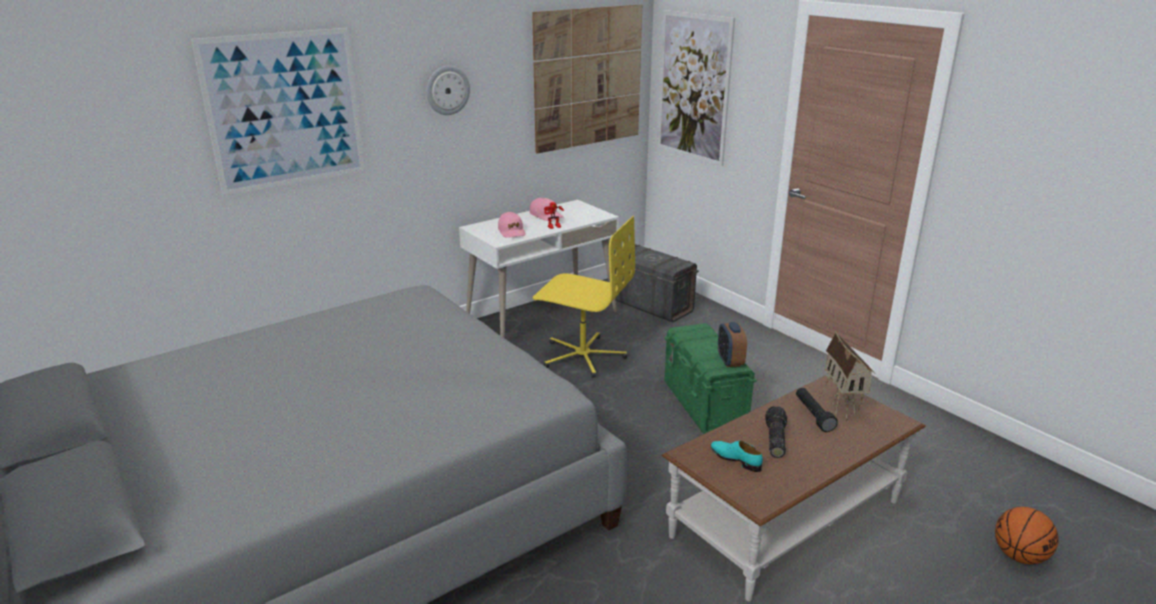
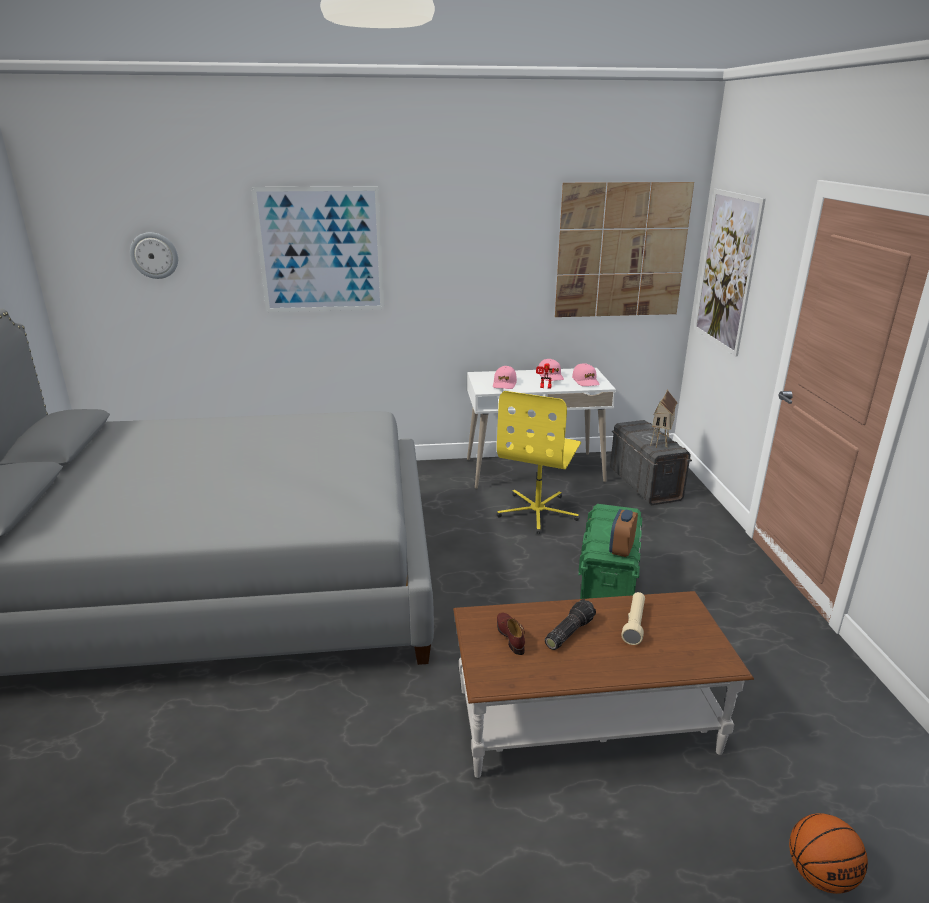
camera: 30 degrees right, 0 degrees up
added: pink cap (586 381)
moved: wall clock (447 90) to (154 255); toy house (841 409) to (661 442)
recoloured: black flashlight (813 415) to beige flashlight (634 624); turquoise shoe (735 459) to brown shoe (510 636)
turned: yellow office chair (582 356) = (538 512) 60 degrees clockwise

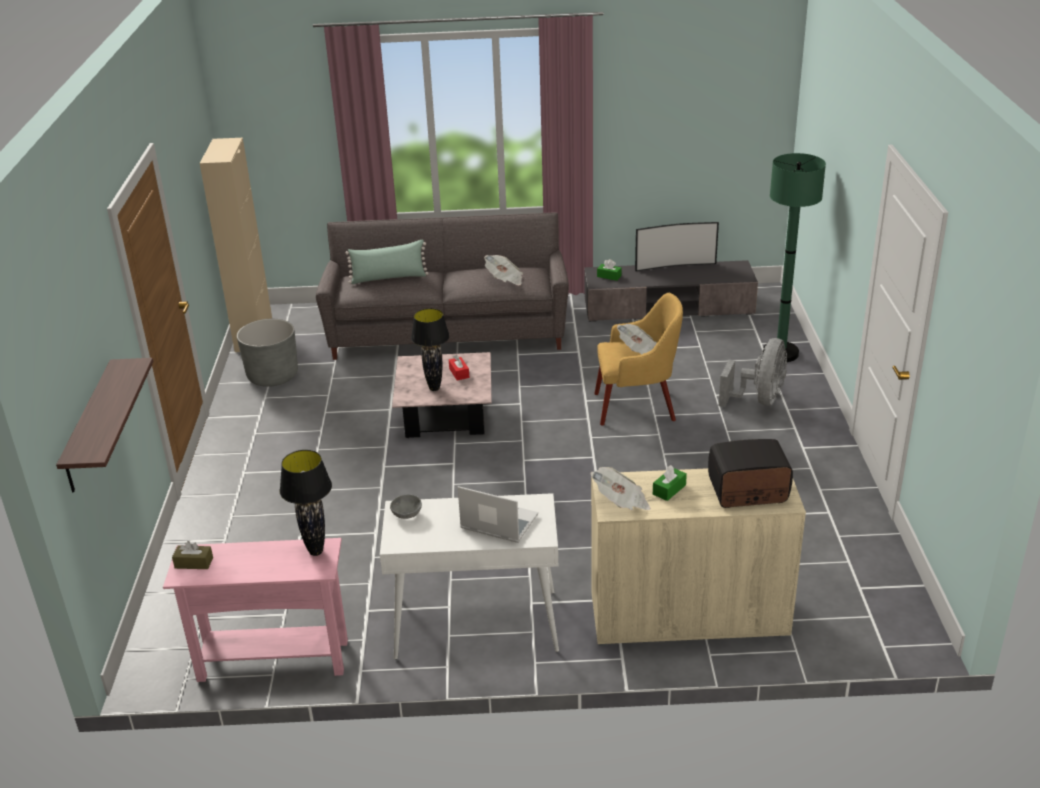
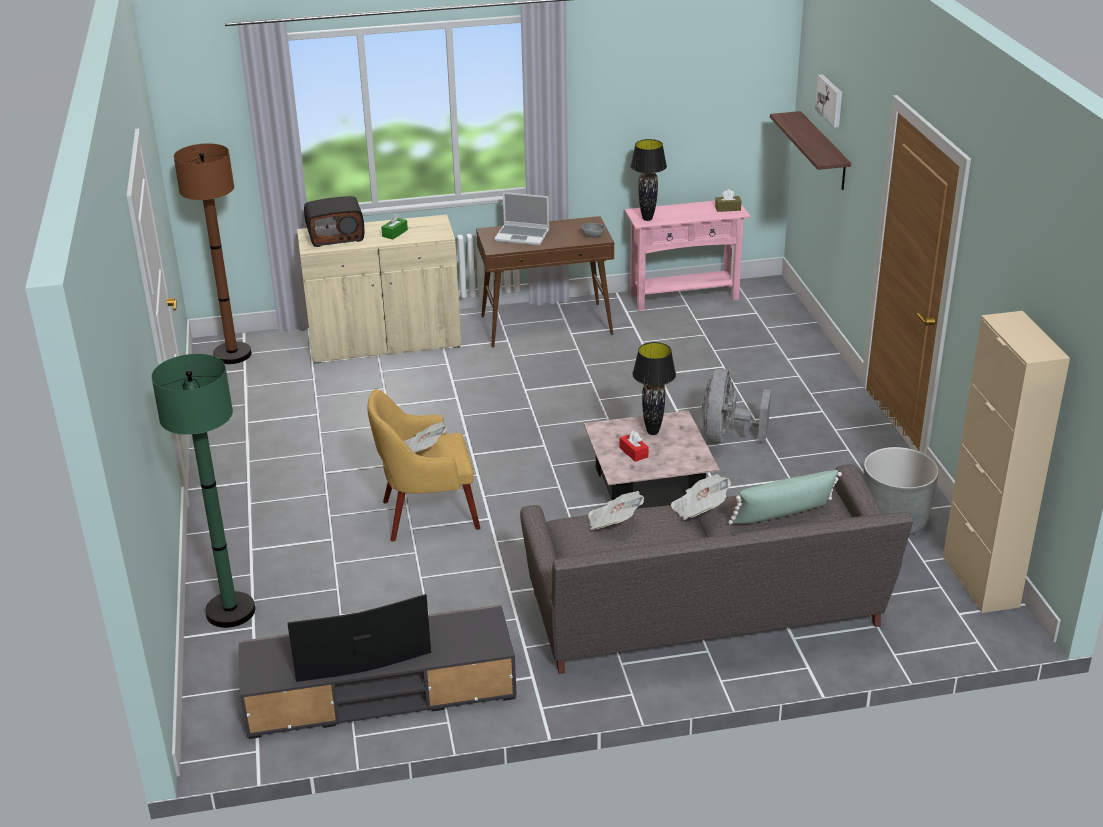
camera: 170 degrees right, 0 degrees up
removed: green tissue box (609 276)
added: picture (830 100); brown floor lamp (232 354)
moved: grey fan (759 400) to (727 437); newspaper (621 502) to (699 509)
recoloured: white console table (475 625) to brown console table (547 325)

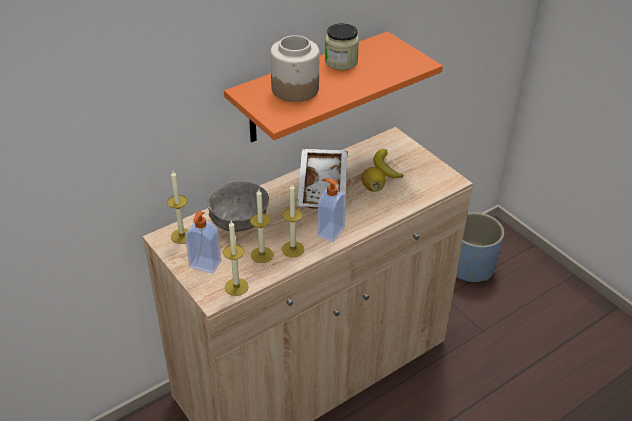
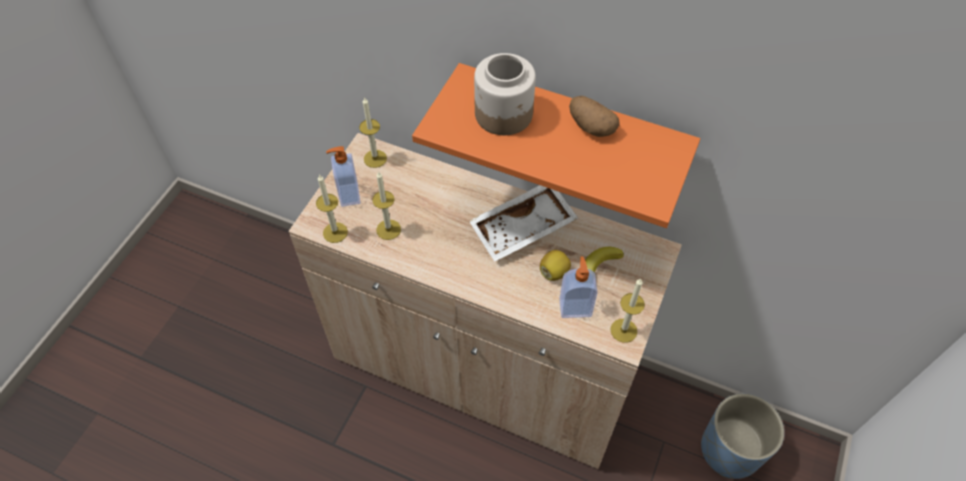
camera: 60 degrees right, 15 degrees up
removed: grey bowl (238 222)
moved: soap dispenser (330 232) to (575 307); candle (293 249) to (623 330)
replaced: jar (341 62) to potato (590 126)

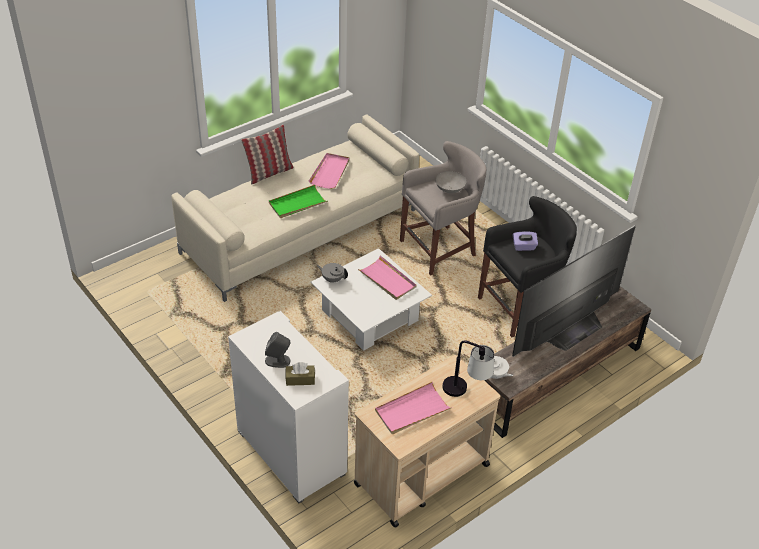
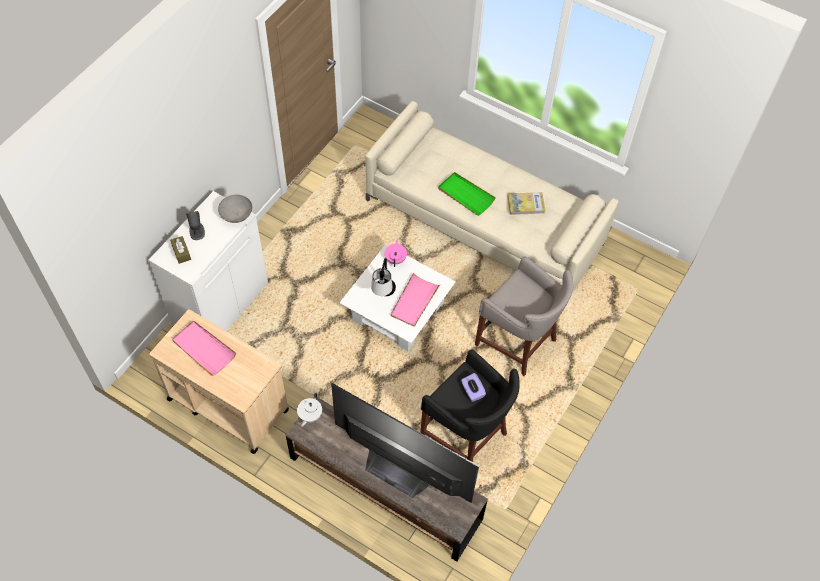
camera: 70 degrees right, 15 degrees up
removed: pillow (269 173)
moved: grey bowl (449 189) to (237 215); table lamp (465 392) to (384 296)
replaced: pink tray (330 172) to book (526 204)
recoloured: grey teapot (332 279) to pink teapot (395 259)

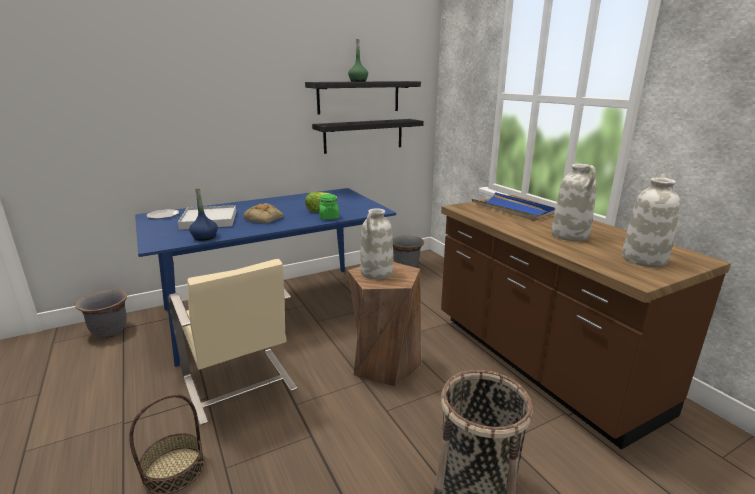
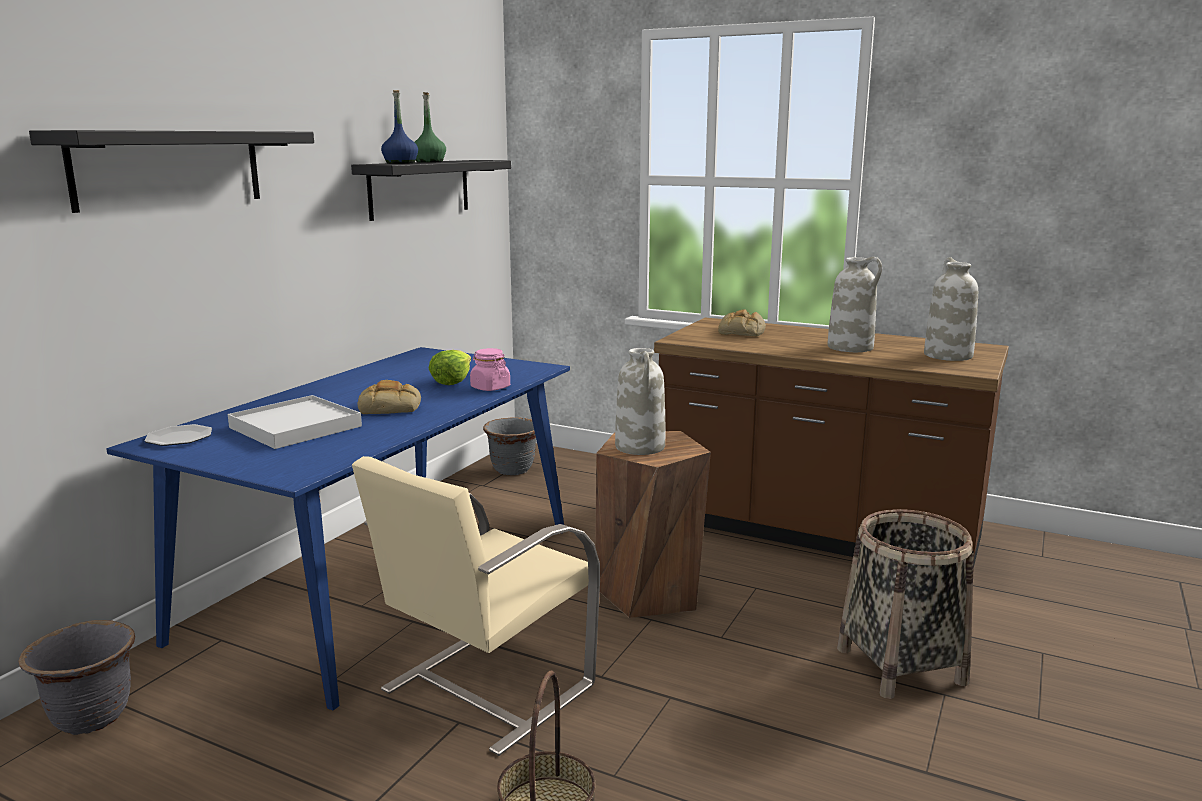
camera: 35 degrees left, 5 degrees down
moved: black shelf (363 135) to (170 168); blue bottle (205 237) to (400 163)
replaced: blue tray (513 209) to bread (742 332)
recoloured: green jar (329 217) to pink jar (490 388)
turned: beige chair (239 385) = (484 688) 105 degrees clockwise

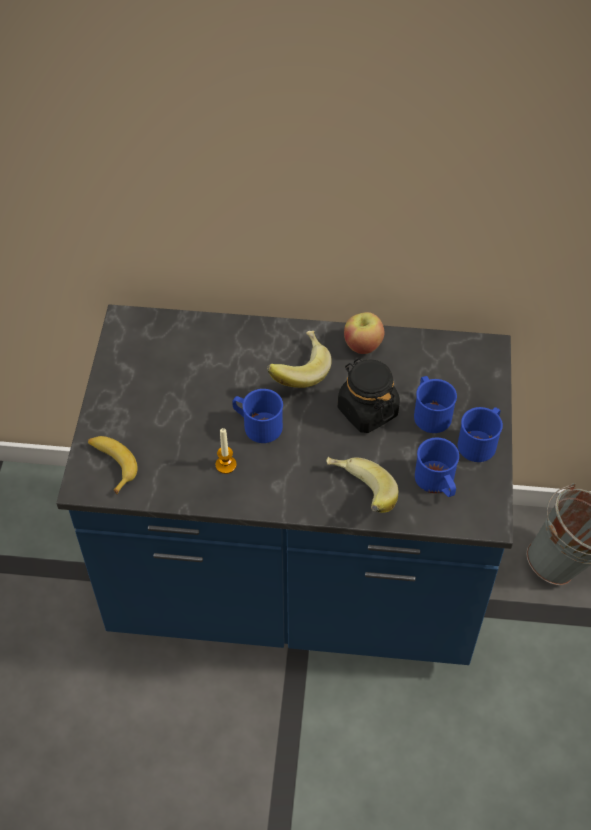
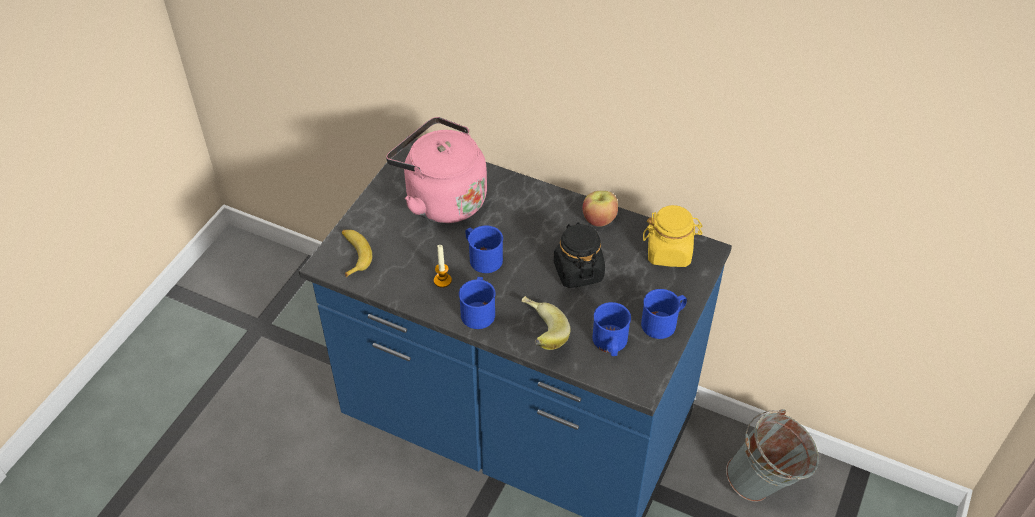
camera: 20 degrees right, 5 degrees down
removed: banana (297 371)
added: pink kettle (441 199); yellow jar (669 252)
moved: blue mug (430 412) to (478 310)

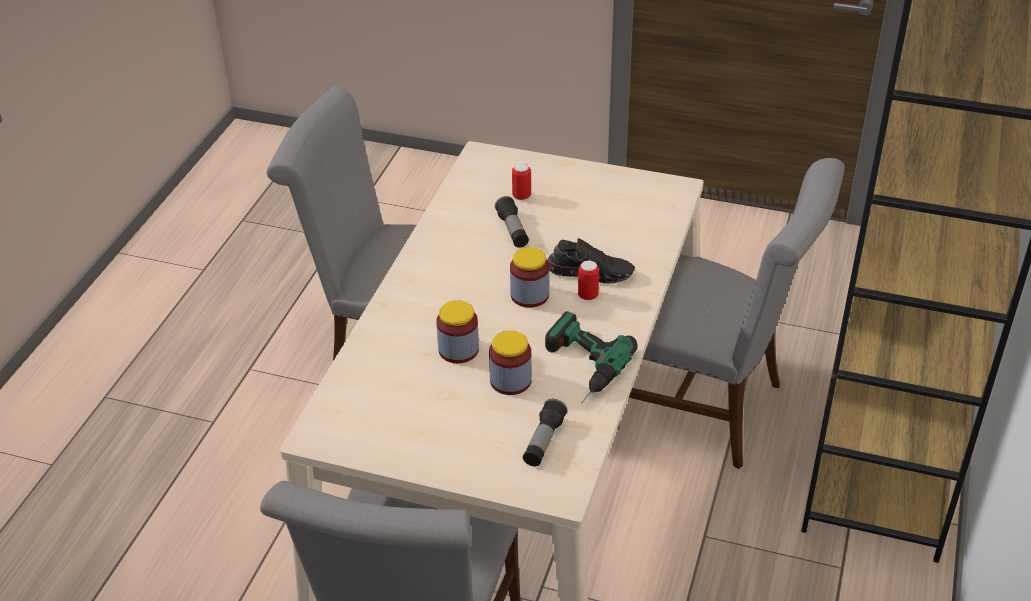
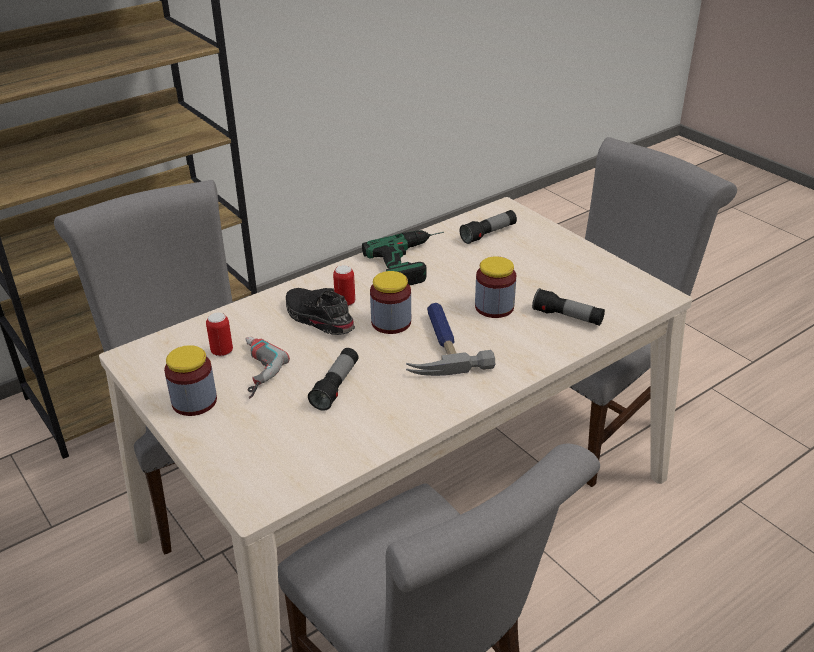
camera: 145 degrees left, 5 degrees down
added: flashlight (567 317); hammer (440 344); power drill (251 371)
moved: can (521 196) to (222 351); jar (510 381) to (194 401)

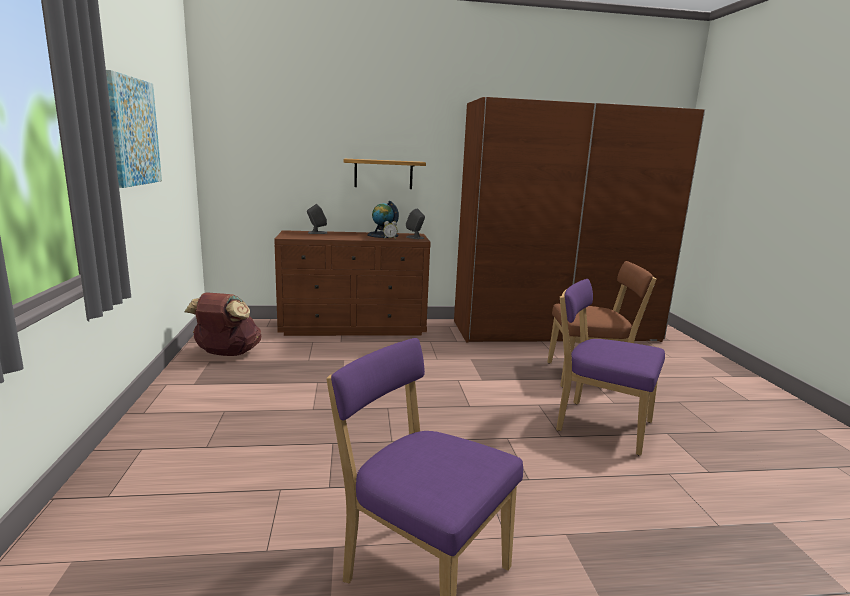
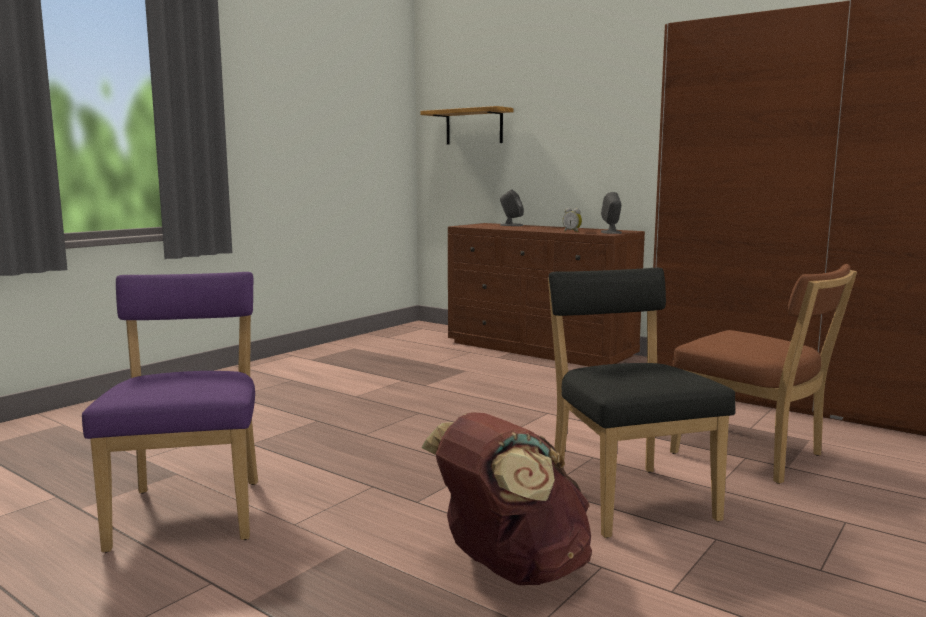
camera: 45 degrees right, 5 degrees down
removed: picture (132 131); globe (382 235)
moved: shelf (383 174) to (474 127); brown backpack (227 354) to (510 569)
recoloured: purple chair (599 425) to black chair (627 497)

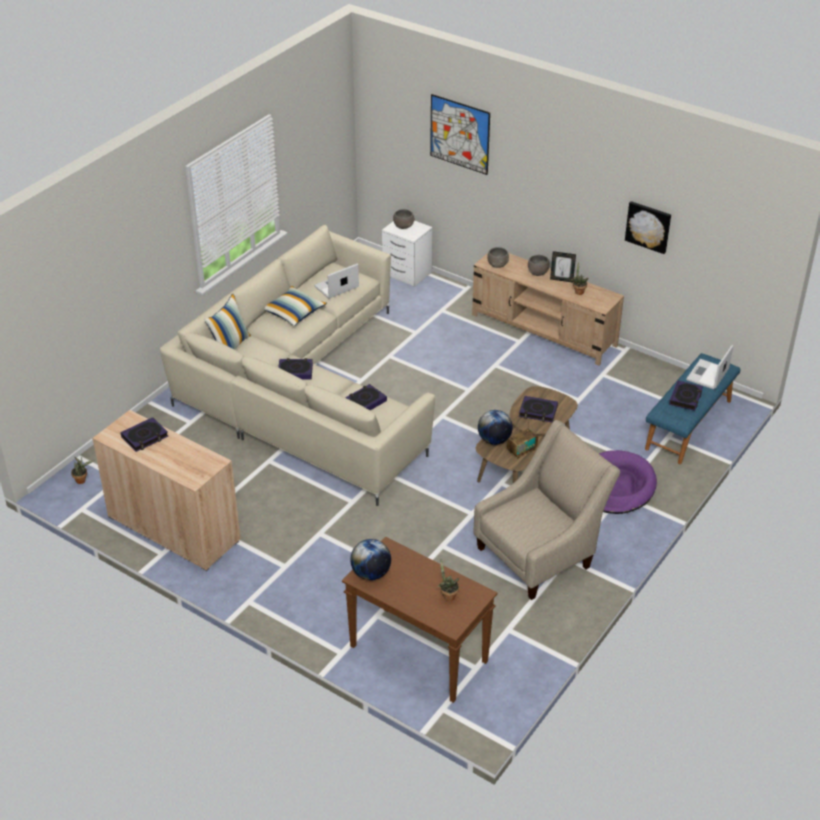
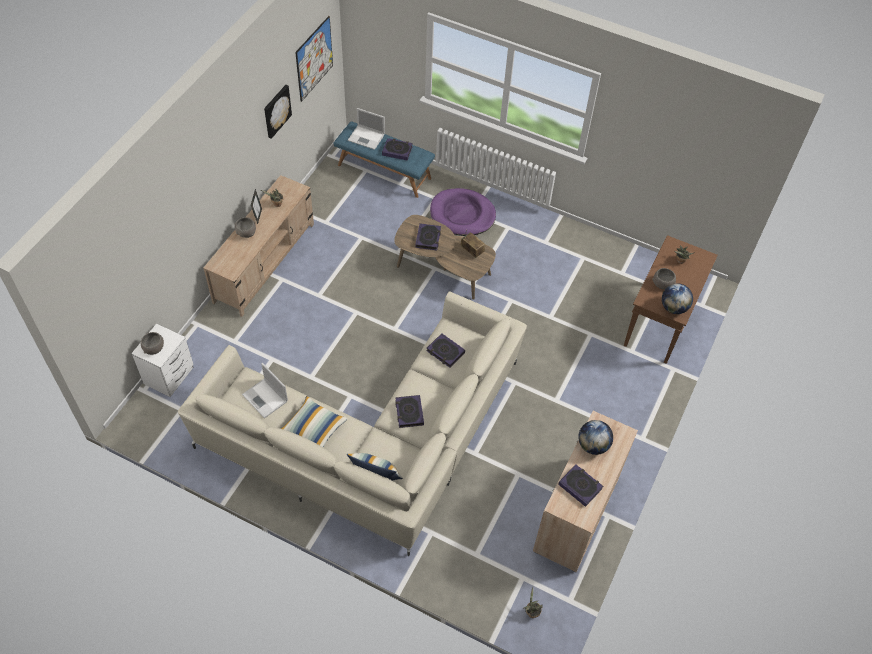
camera: 100 degrees left, 15 degrees up
removed: beige armchair (540 554)
moved: picture (459 134) to (314 59); grey bowl (498 264) to (662 284); globe (494 440) to (593 445)

